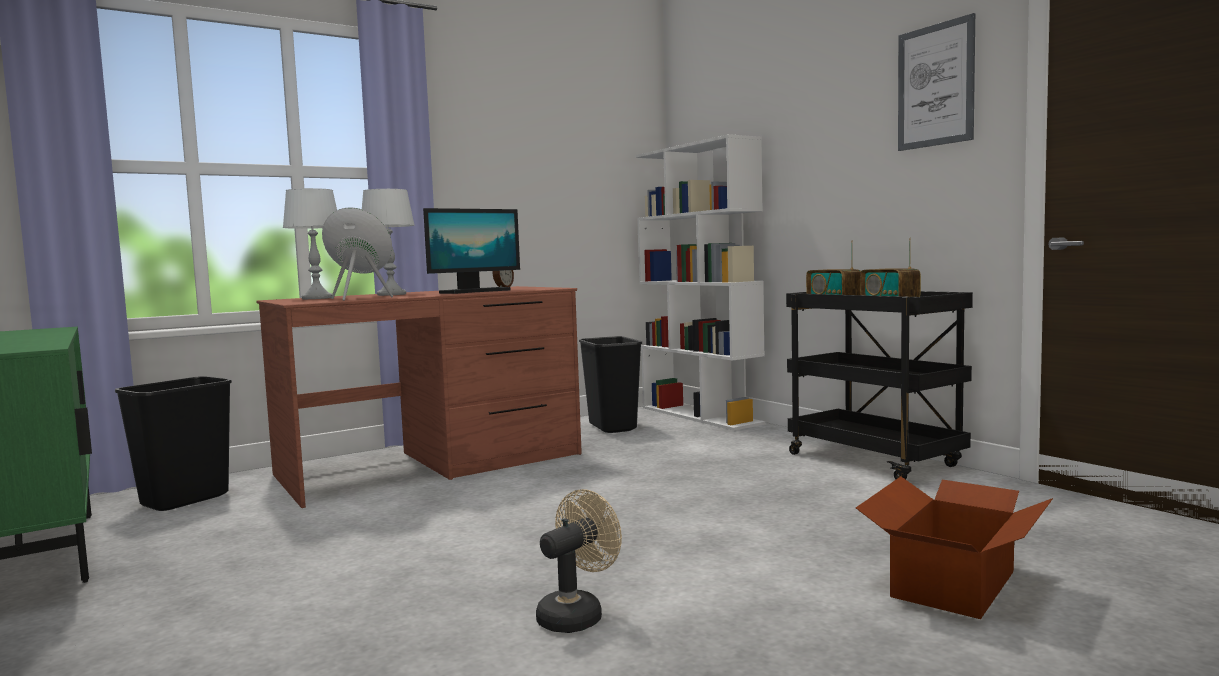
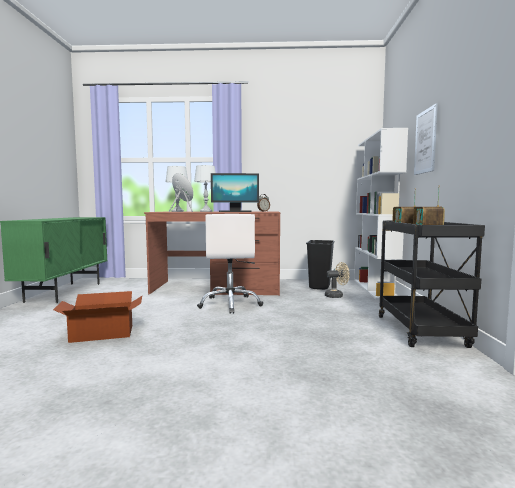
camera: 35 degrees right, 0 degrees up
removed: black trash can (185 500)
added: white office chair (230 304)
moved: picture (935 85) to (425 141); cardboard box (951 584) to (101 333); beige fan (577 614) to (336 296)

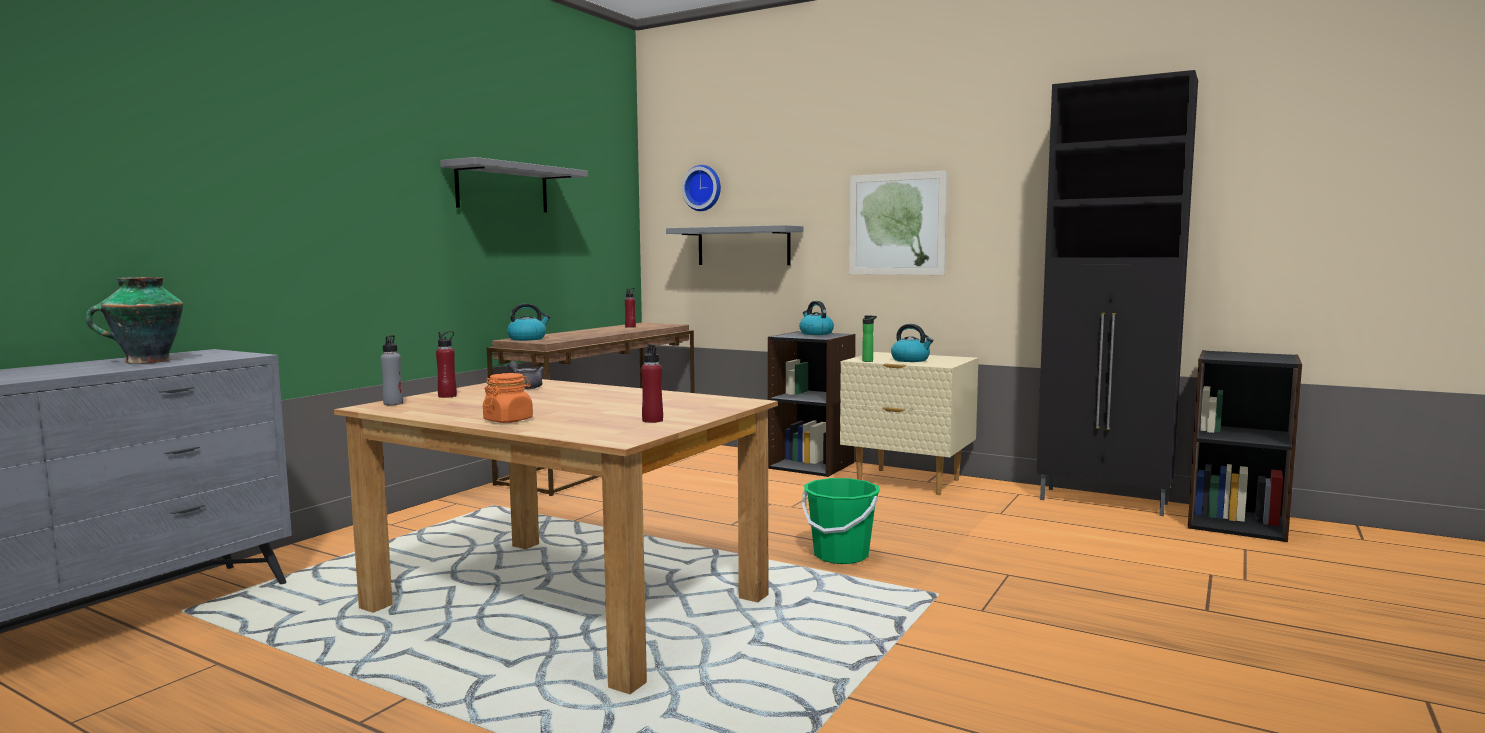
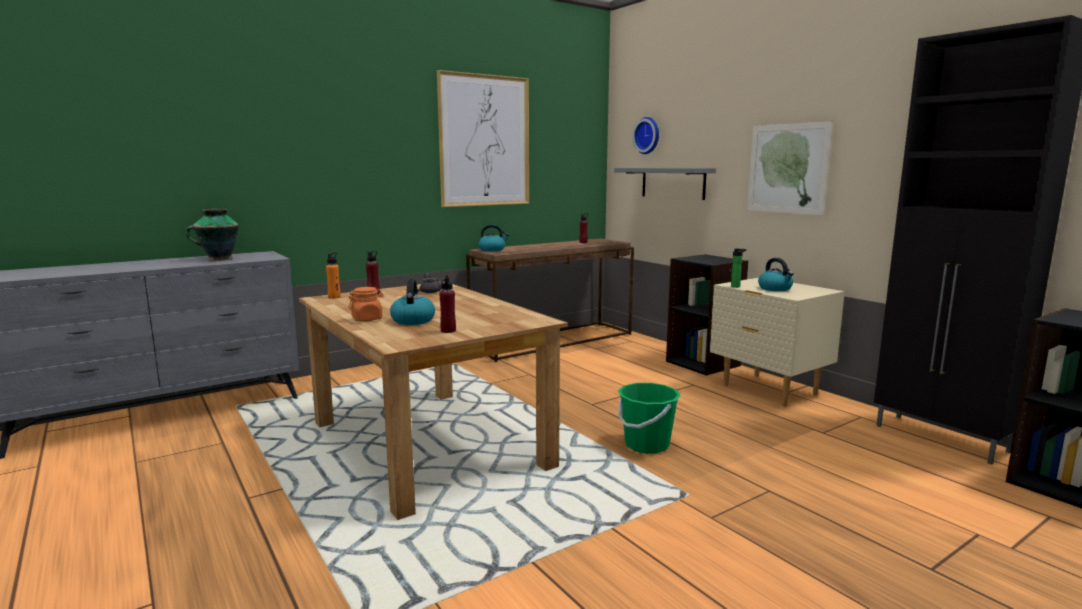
camera: 25 degrees right, 5 degrees up
moved: kettle (815 333) to (413 320)
replaced: grey shelf (502 188) to picture (484 141)
recoloured: grey bottle (393 403) to orange bottle (334 297)

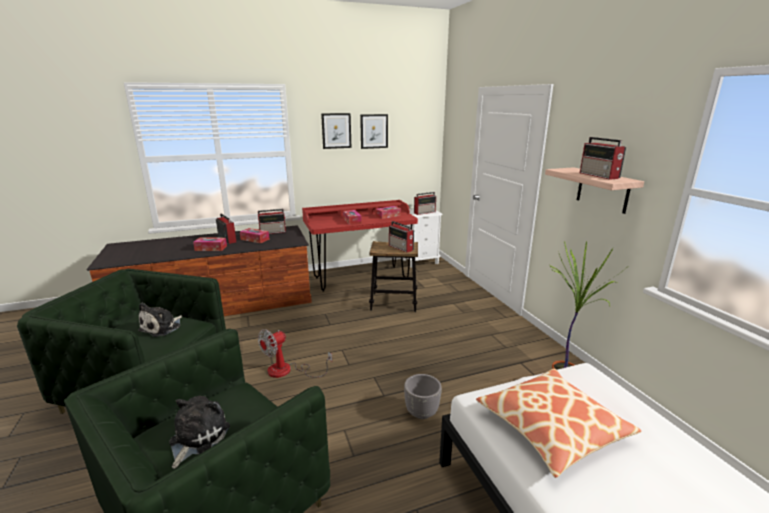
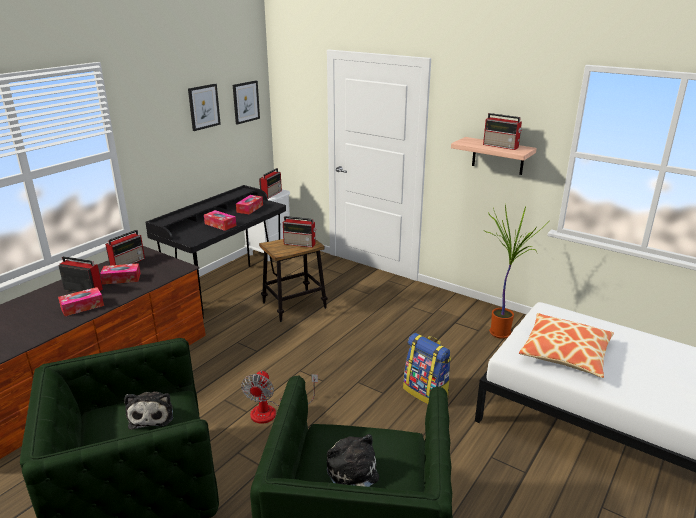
camera: 35 degrees left, 5 degrees up
moved: picture (336 130) to (246 102)
replaced: grey planter (422 413) to backpack (426 392)
recoloured: red desk (361 278) to black desk (227 290)

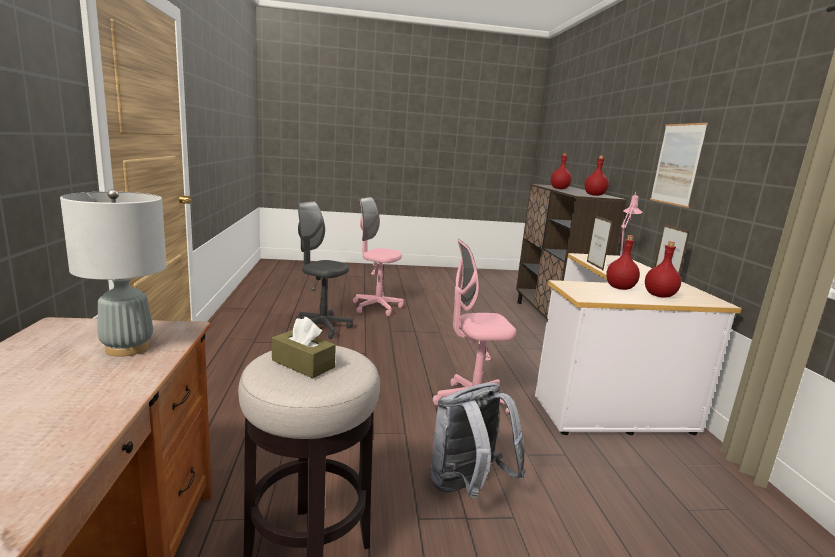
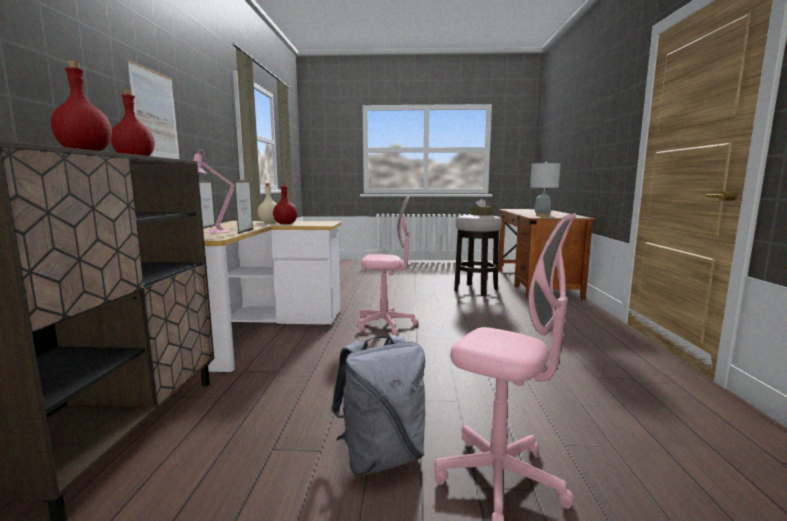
camera: 170 degrees left, 5 degrees down
removed: grey office chair (321 327)
moved: grey backpack (467 488) to (381 457)
recoloured: red bottle (660 296) to beige bottle (269 222)

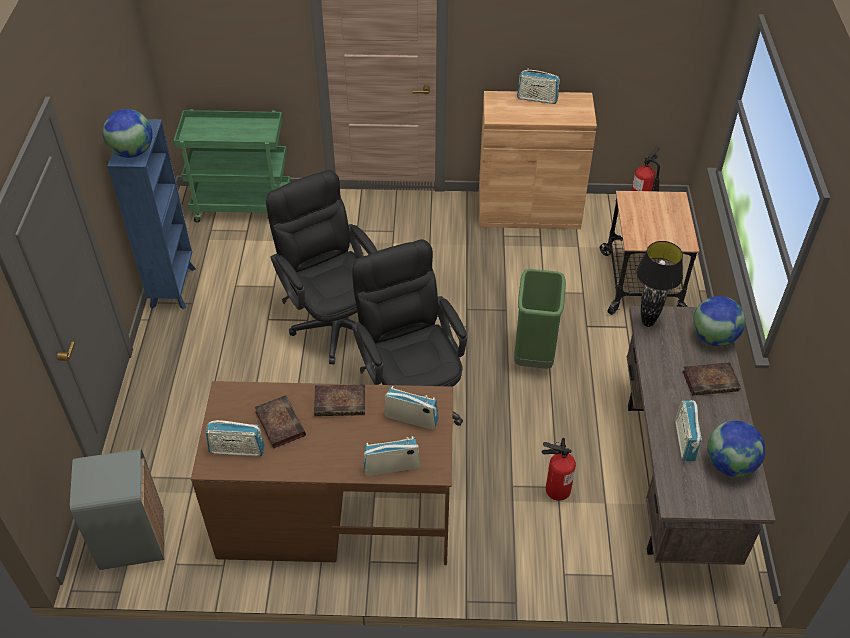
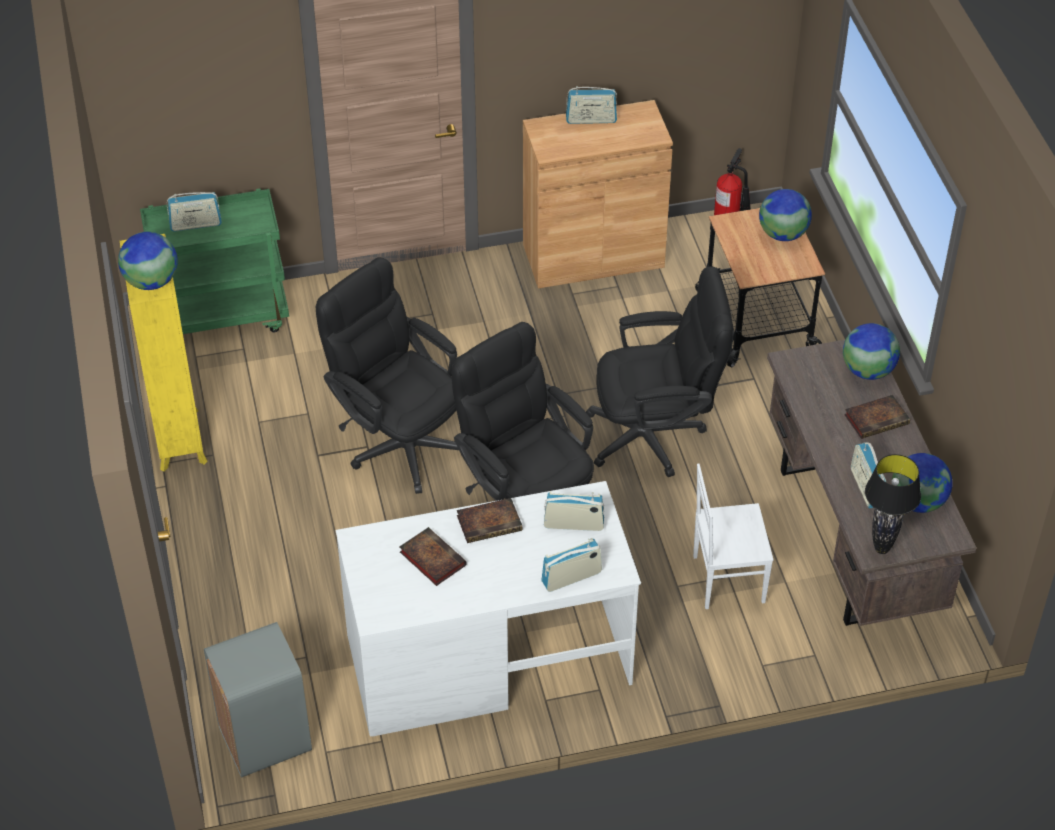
camera: 15 degrees left, 0 degrees up
added: globe (783 234)
moved: black table lamp (647 322) to (881 548); radio (237 450) to (195 224)
replaced: green trash can (534 356) to black office chair (656 435); fire extinguisher (556 488) to white chair (727 578)
recoloured: blue bookcase (174 286) to yellow bookcase (179 438); brown desk (335 513) to white desk (487 658)

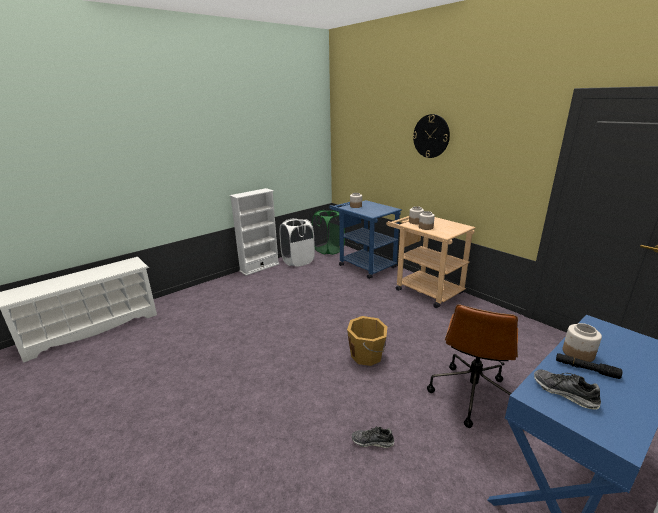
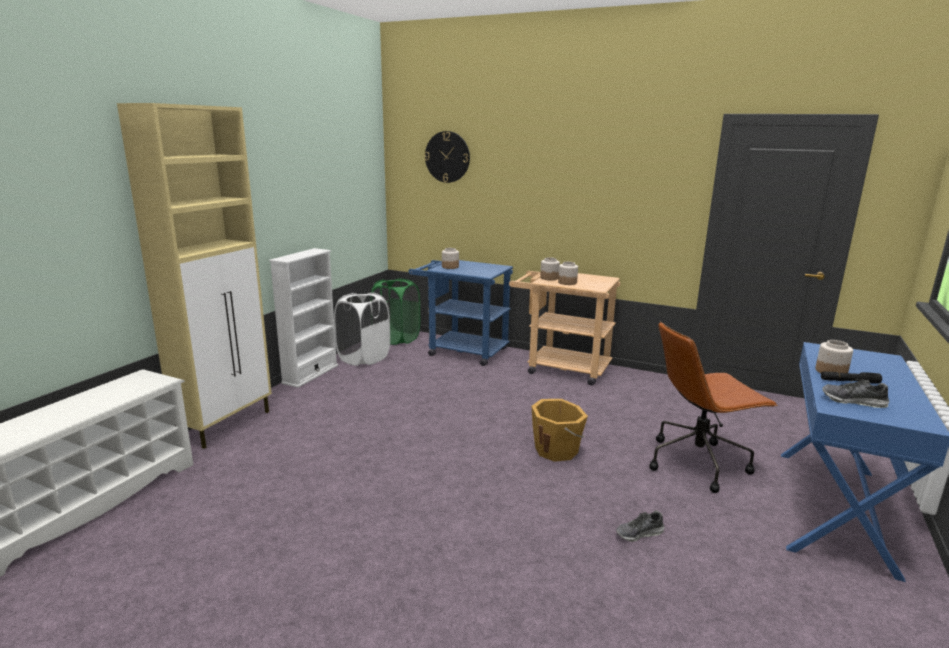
camera: 25 degrees left, 5 degrees down
added: beige cabinet (226 424)
moved: wall clock (431 136) to (447 157)
turned: brown office chair (471 394) = (698 462) 75 degrees clockwise

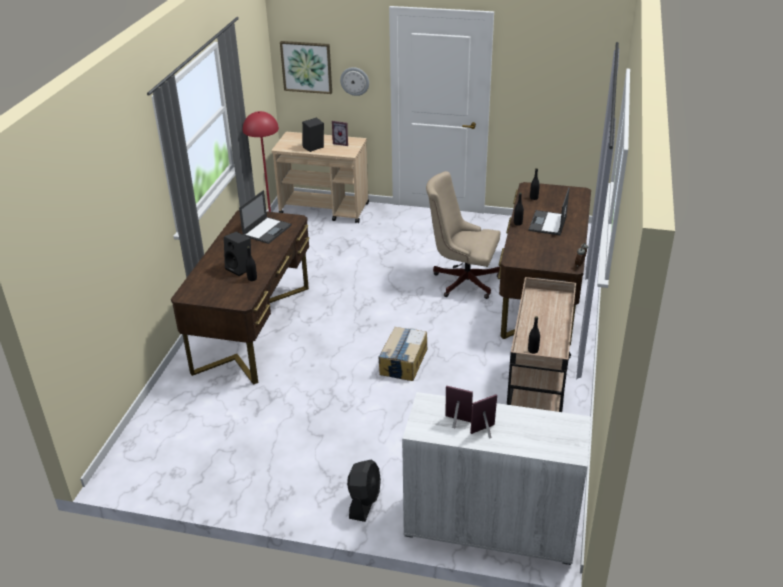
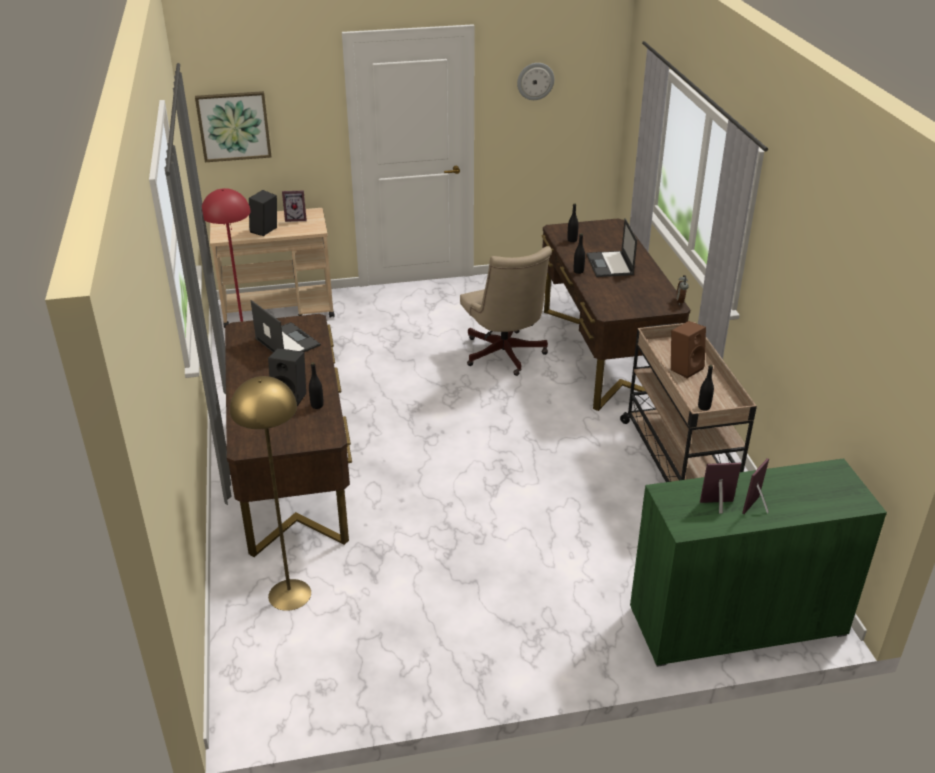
camera: 25 degrees left, 0 degrees up
removed: cardboard box (403 362); black fan (364 501)
added: brown speaker (685 368); yellow floor lamp (289 594)
moved: wall clock (355 81) to (535 81)
recoloured: white cabinet (490 525) to green cabinet (736 621)
turned: beige office chair (462 280) = (505 356) 105 degrees counterclockwise; laptop (267 230) = (286 341) 45 degrees counterclockwise

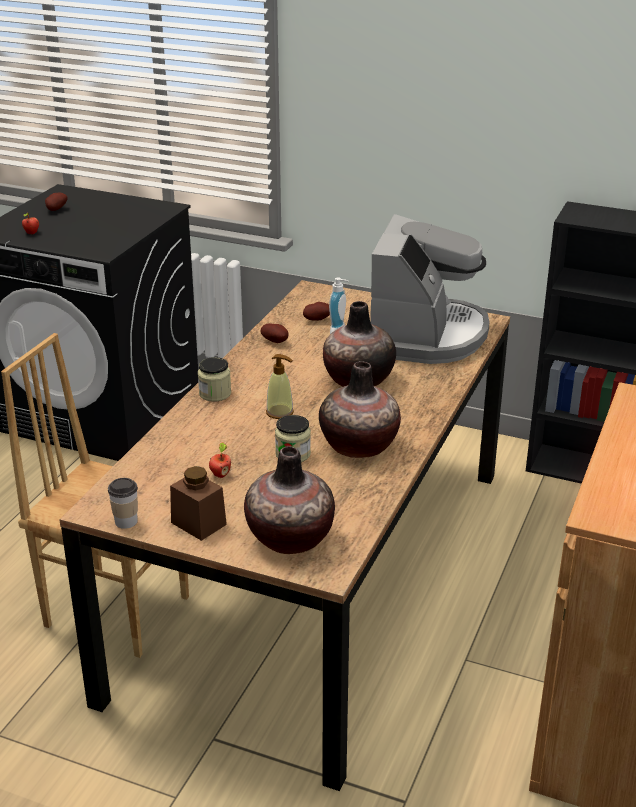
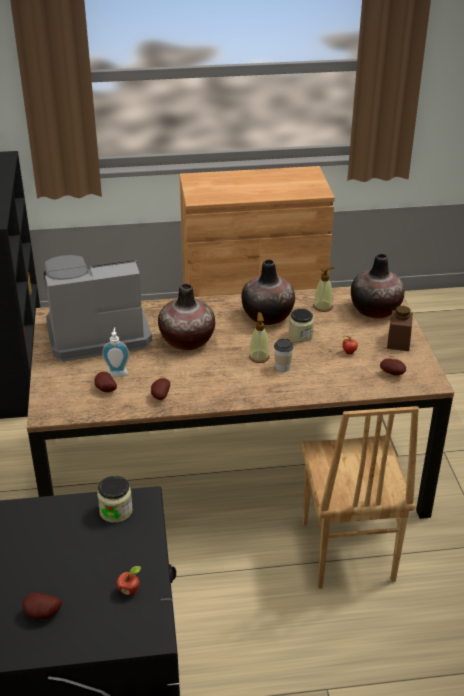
camera: 120 degrees left, 5 degrees up
added: soap dispenser (323 307); potato (393 373)
moved: jar (215 394) to (116 511); cup (126 522) to (282 367)

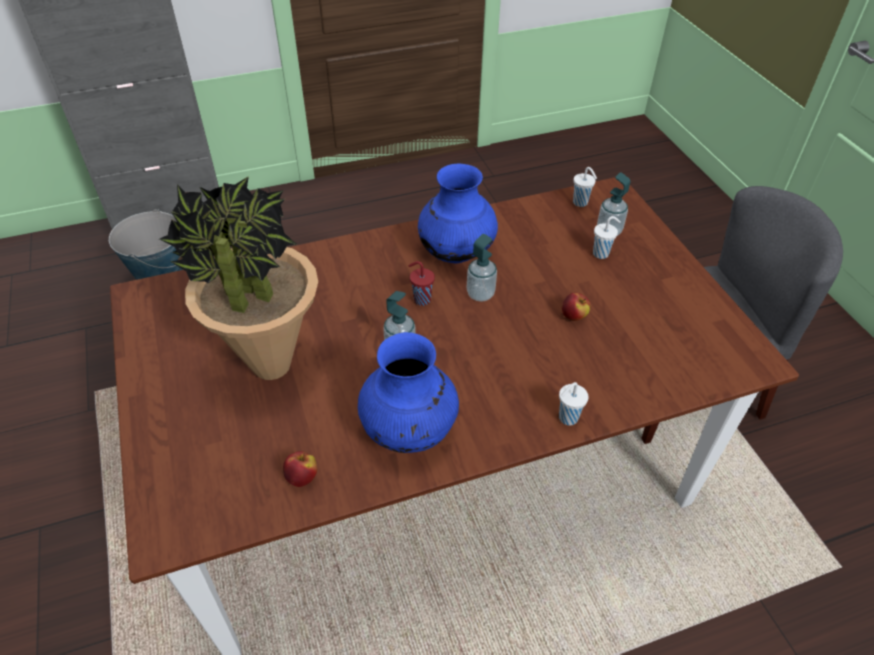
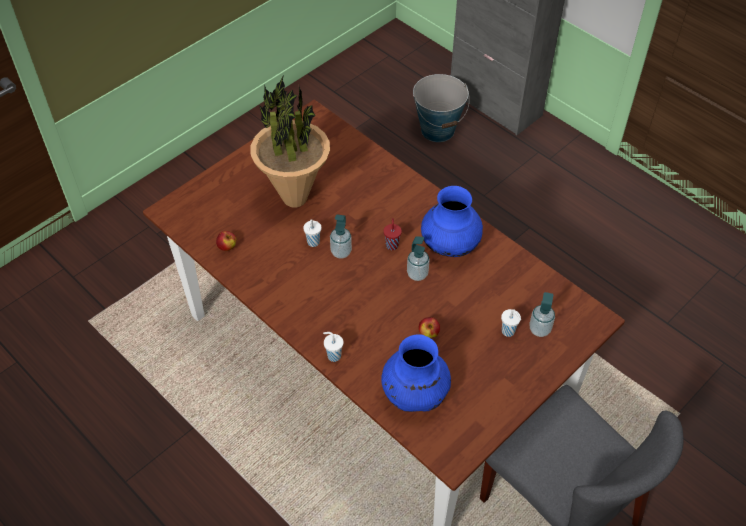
camera: 65 degrees right, 5 degrees up
moved: white cup (581 203) to (313 243); blue vase (409 431) to (414 395)

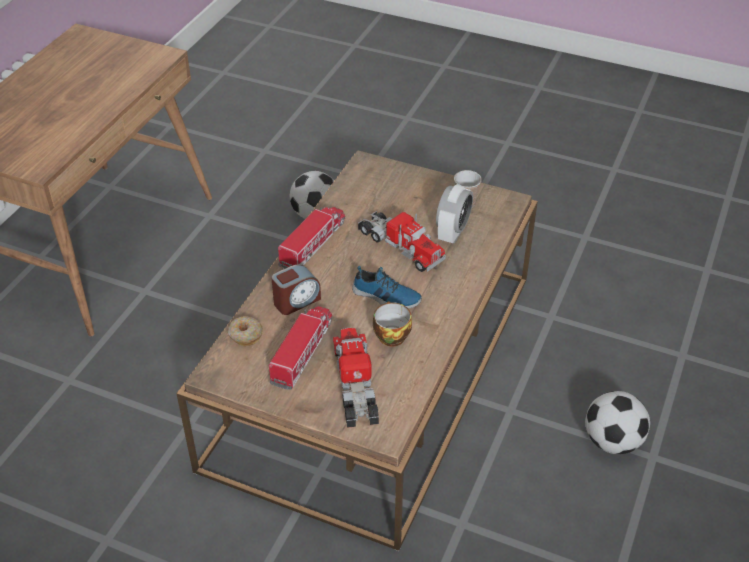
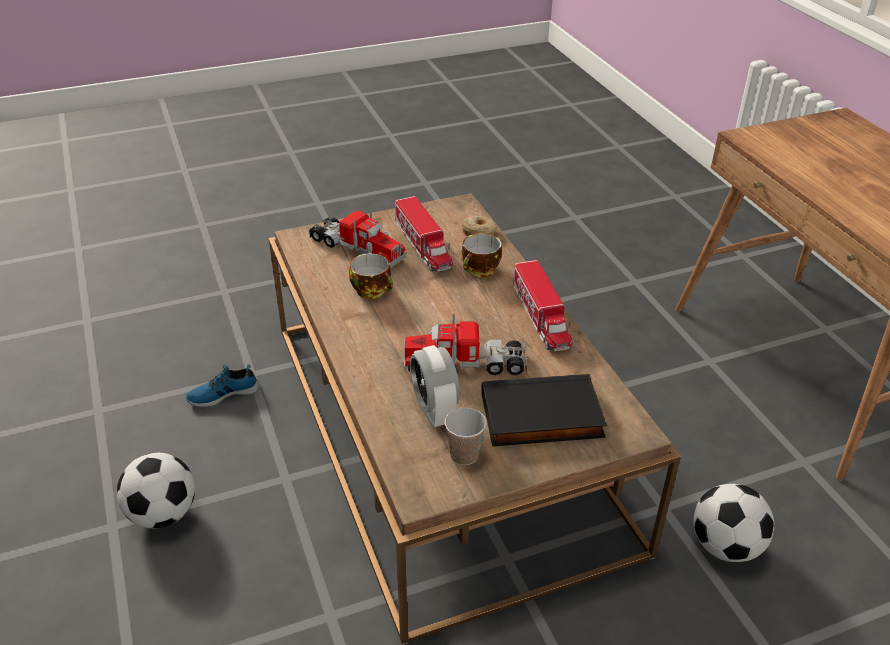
camera: 135 degrees right, 5 degrees down
added: black book (541 417)
moved: shoe (386 297) to (223 393)
replaced: alarm clock (296 301) to cup (480 270)

